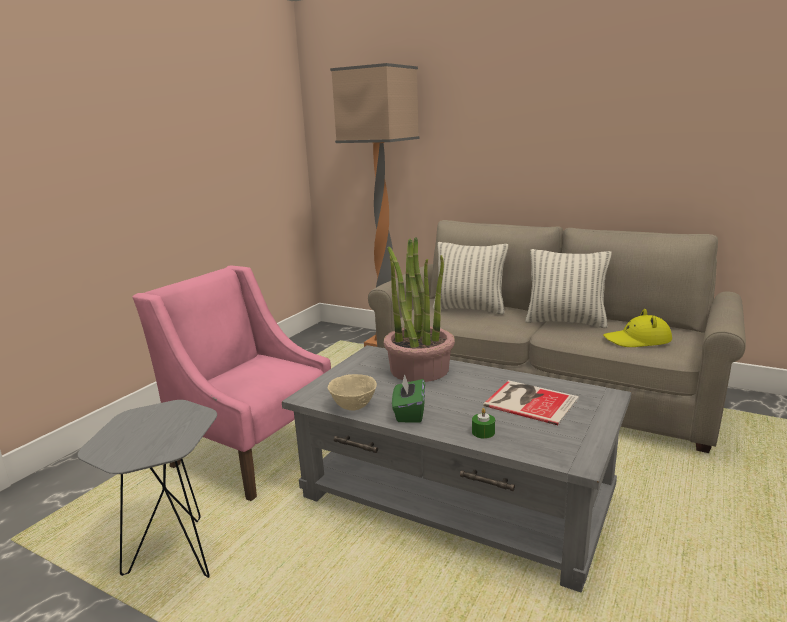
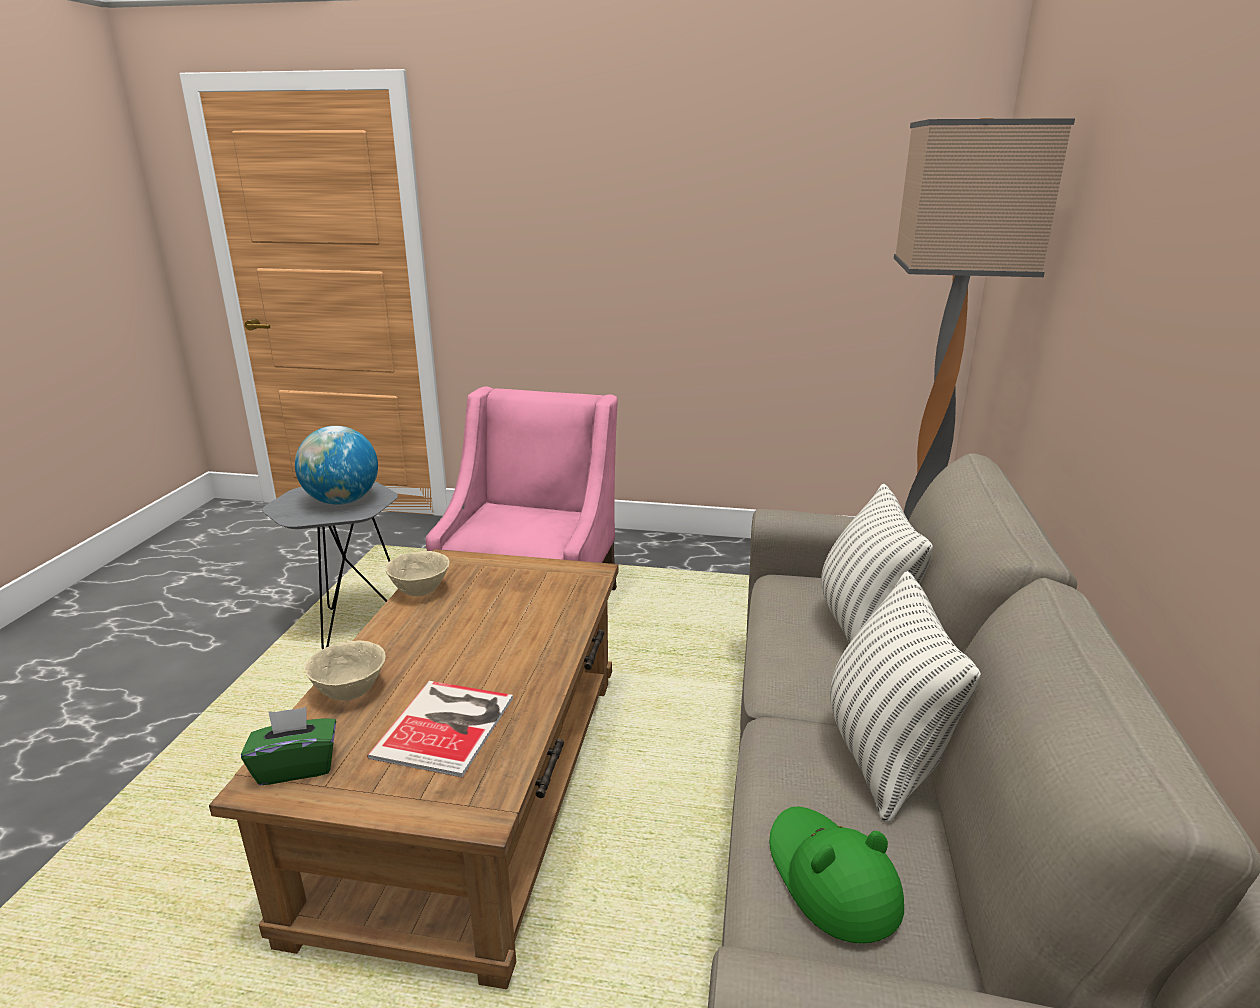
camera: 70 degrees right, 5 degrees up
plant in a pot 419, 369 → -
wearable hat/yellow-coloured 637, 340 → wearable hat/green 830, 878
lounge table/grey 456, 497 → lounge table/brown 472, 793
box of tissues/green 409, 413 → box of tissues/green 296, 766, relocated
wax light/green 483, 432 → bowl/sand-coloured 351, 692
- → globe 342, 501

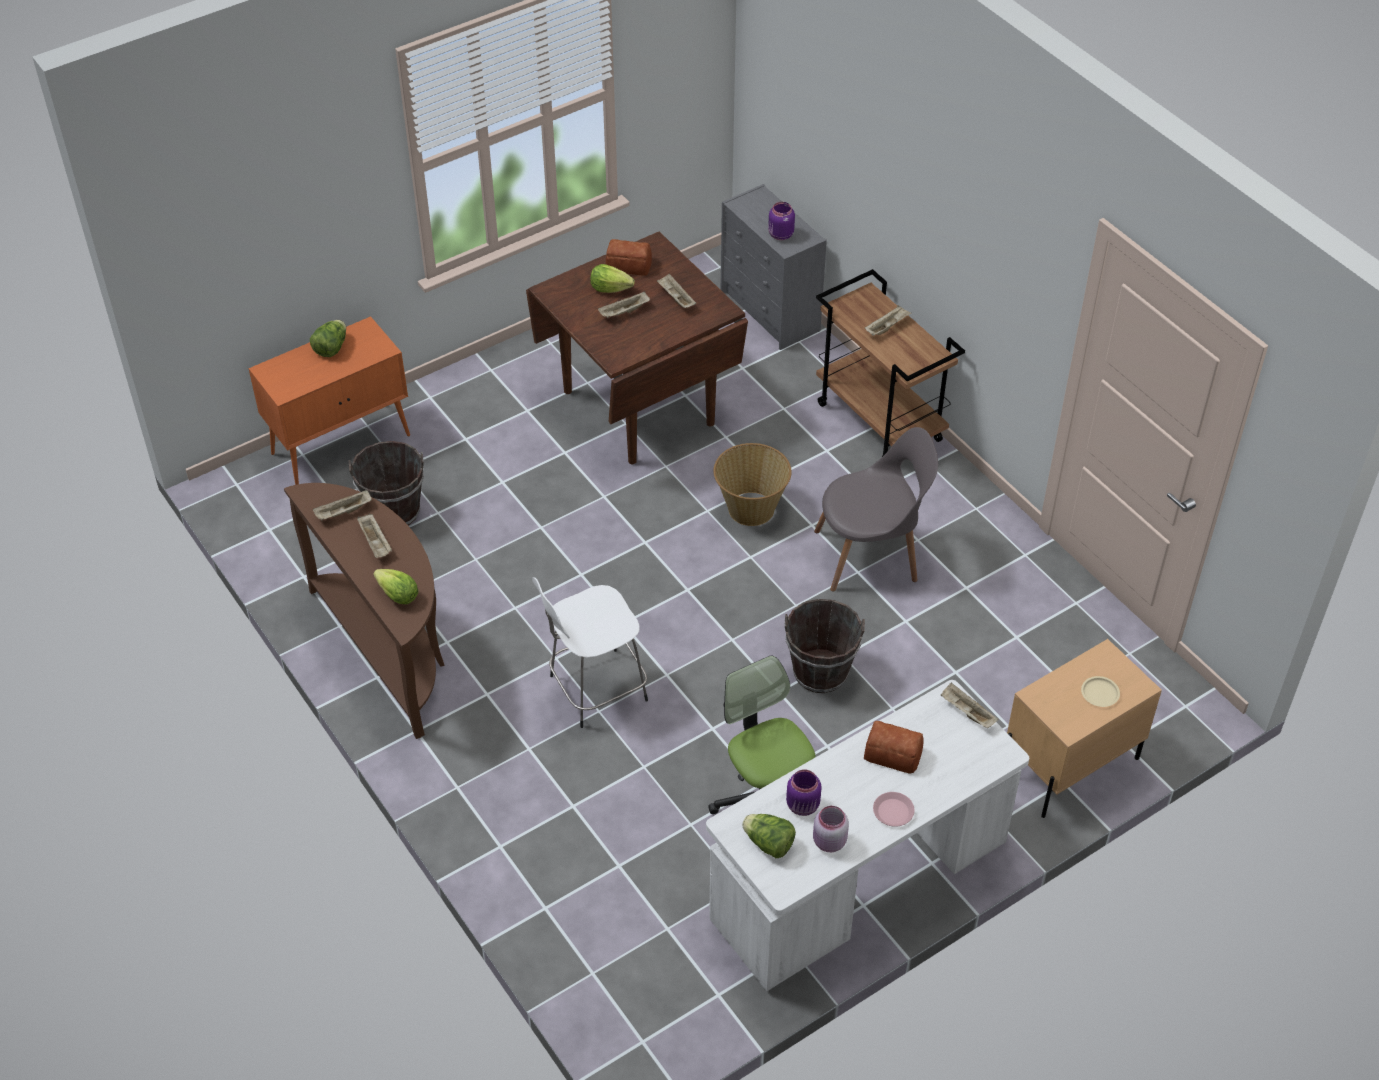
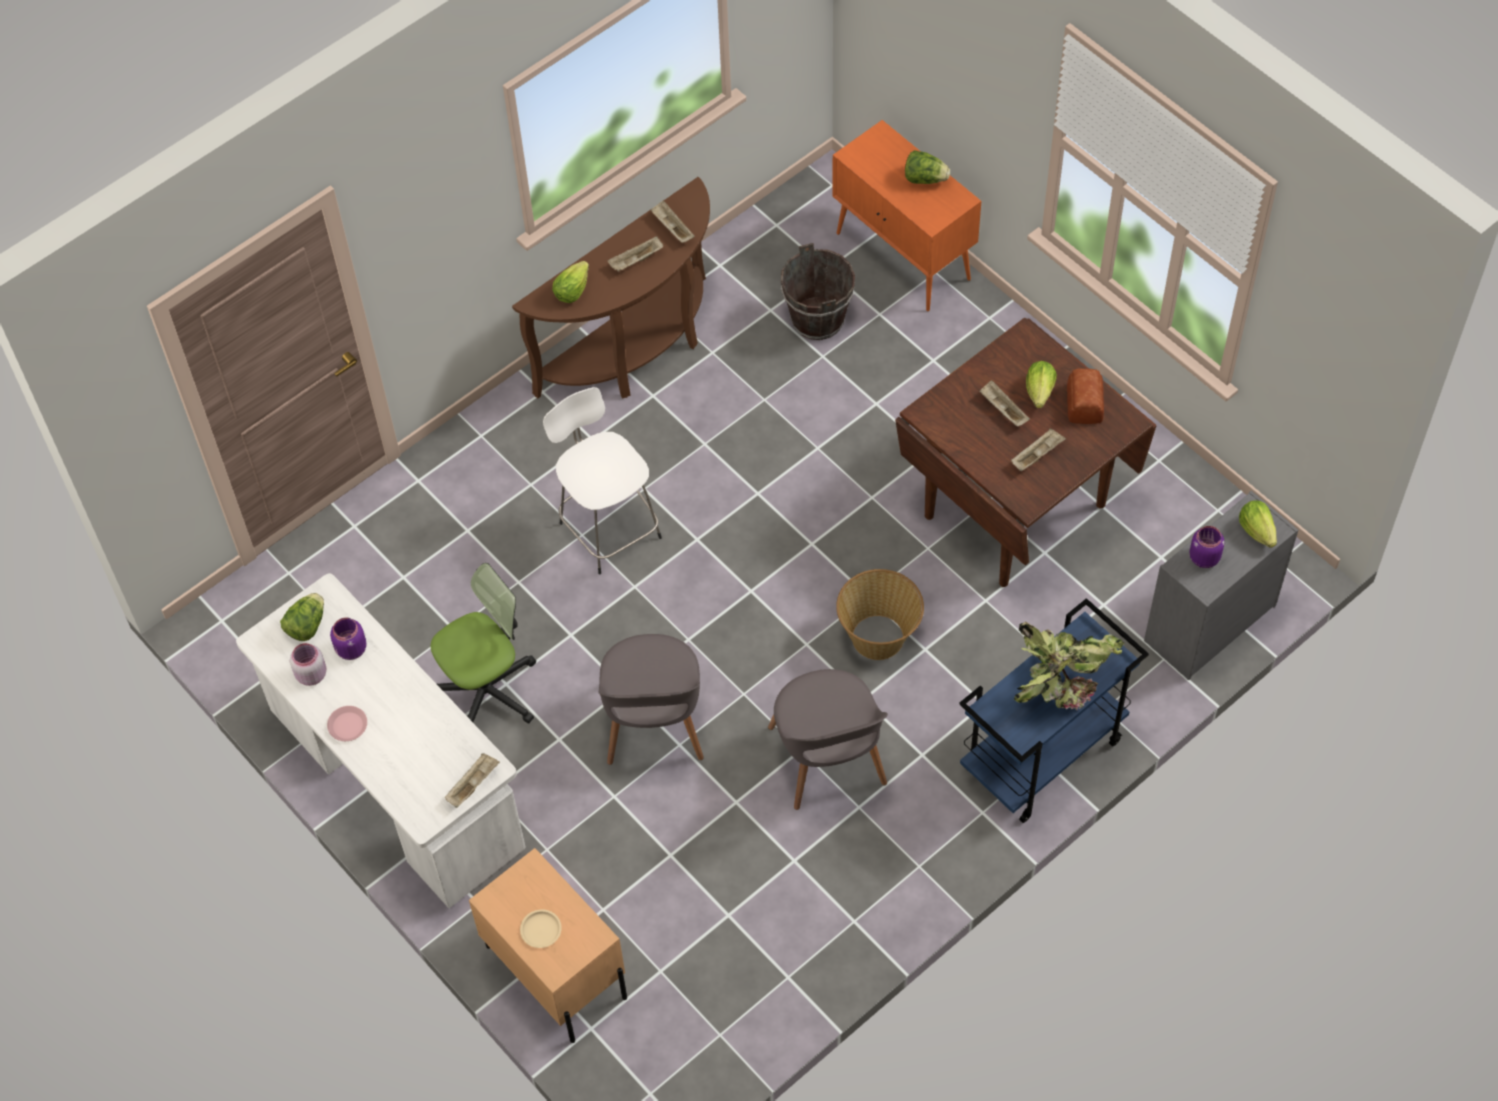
camera: 85 degrees right, 10 degrees up
cart/brown 880, 422 → cart/bluish 1041, 757
tray/sand-coloured 887, 327 → plant in a pot 1061, 683
bucket/brown 820, 672 → upright chair/grey 653, 725
baked bread 892, 752 → -
- → lettuce head 1257, 530

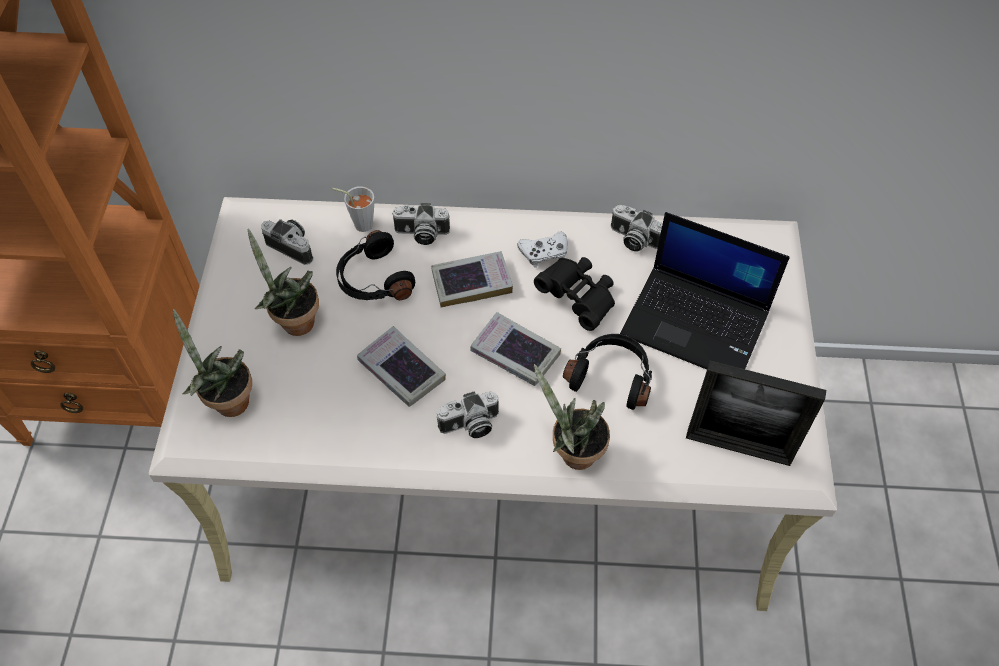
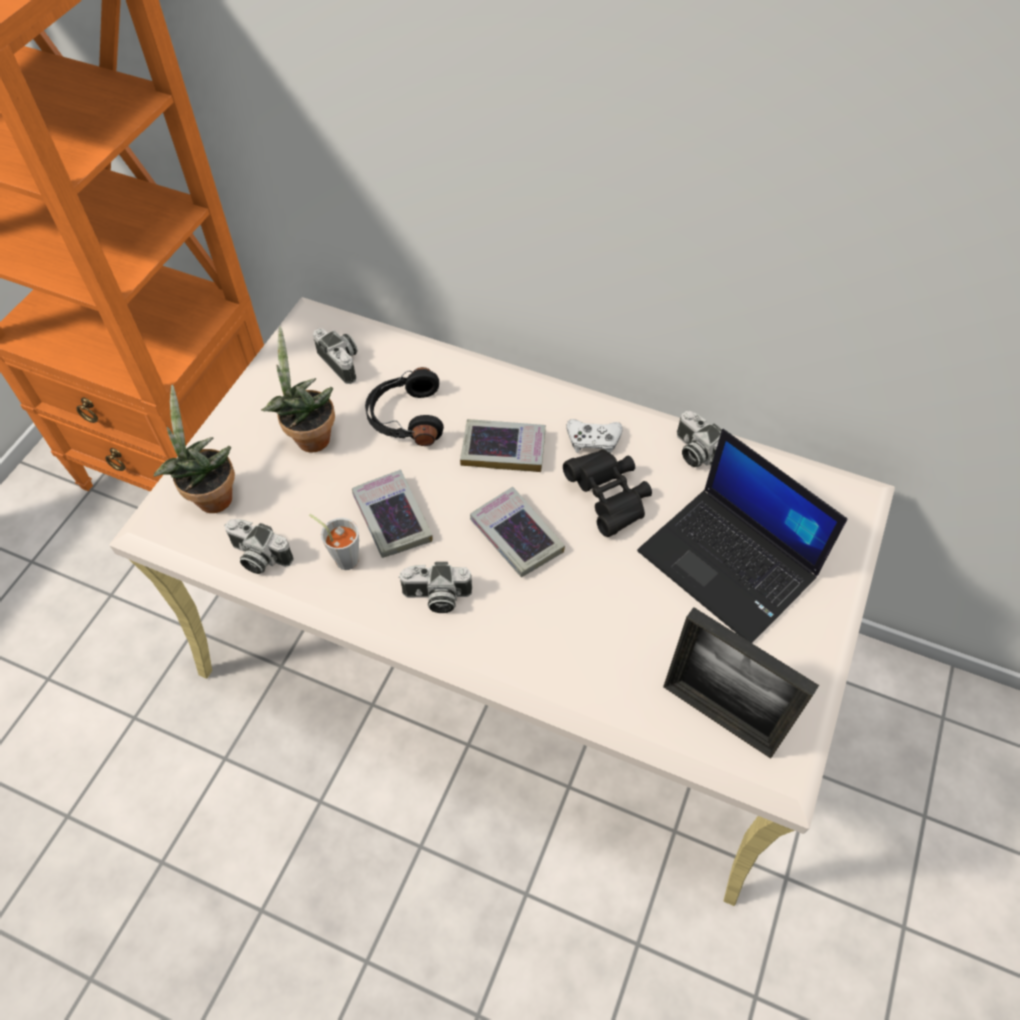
camera: 20 degrees right, 0 degrees up
small cup/grey 359, 223 → small cup/grey 343, 557, relocated
photo camera 421, 234 → photo camera 258, 557, relocated
pair of headphones/black 611, 376 → -
plant in a pot 572, 453 → -

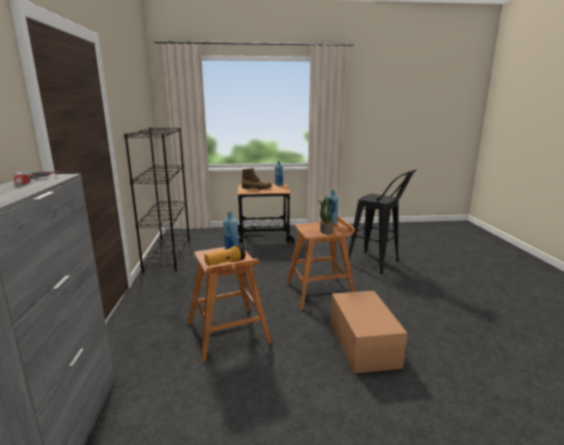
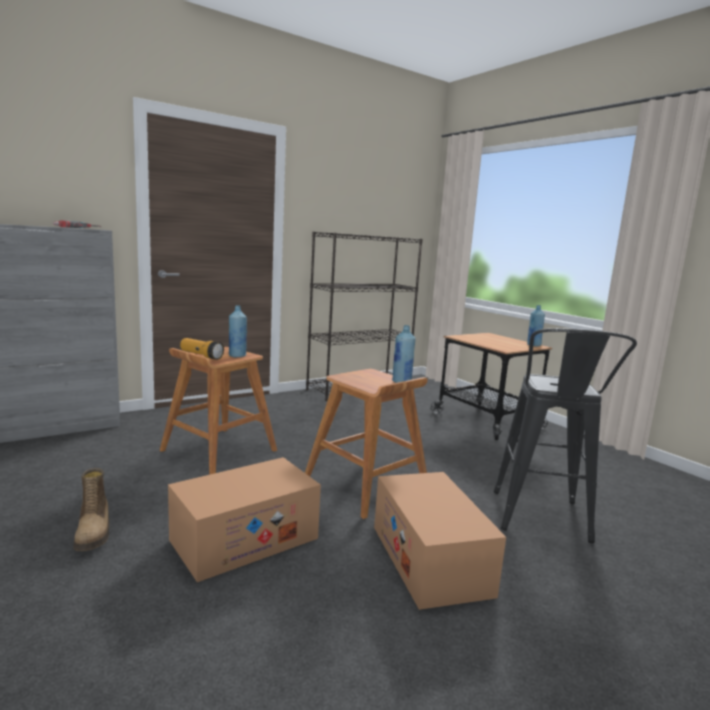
camera: 60 degrees right, 5 degrees down
high-top boot 257, 188 → high-top boot 94, 533, relocated
plant in a pot 326, 231 → -
- → packing box 430, 559

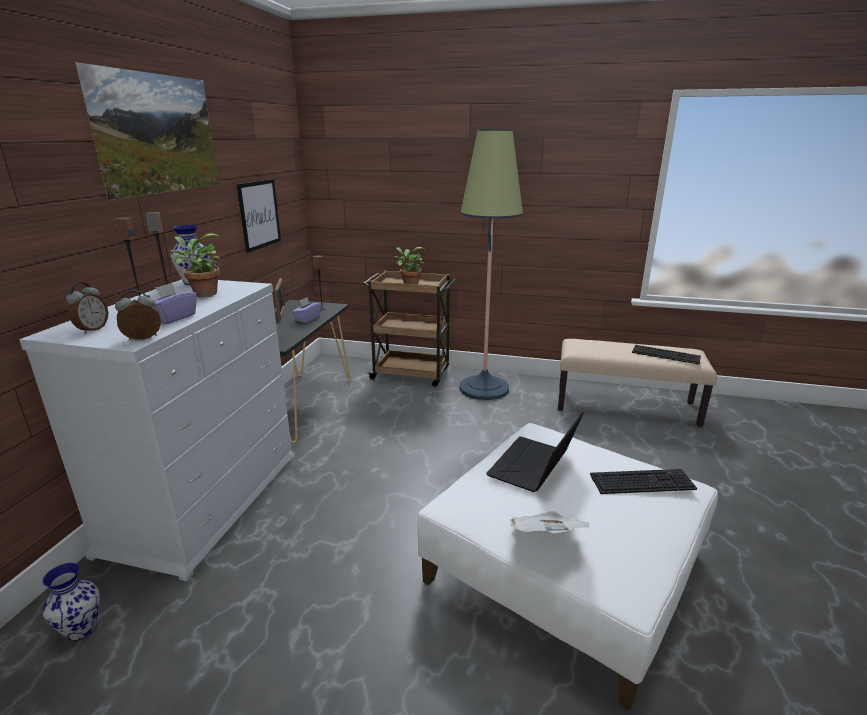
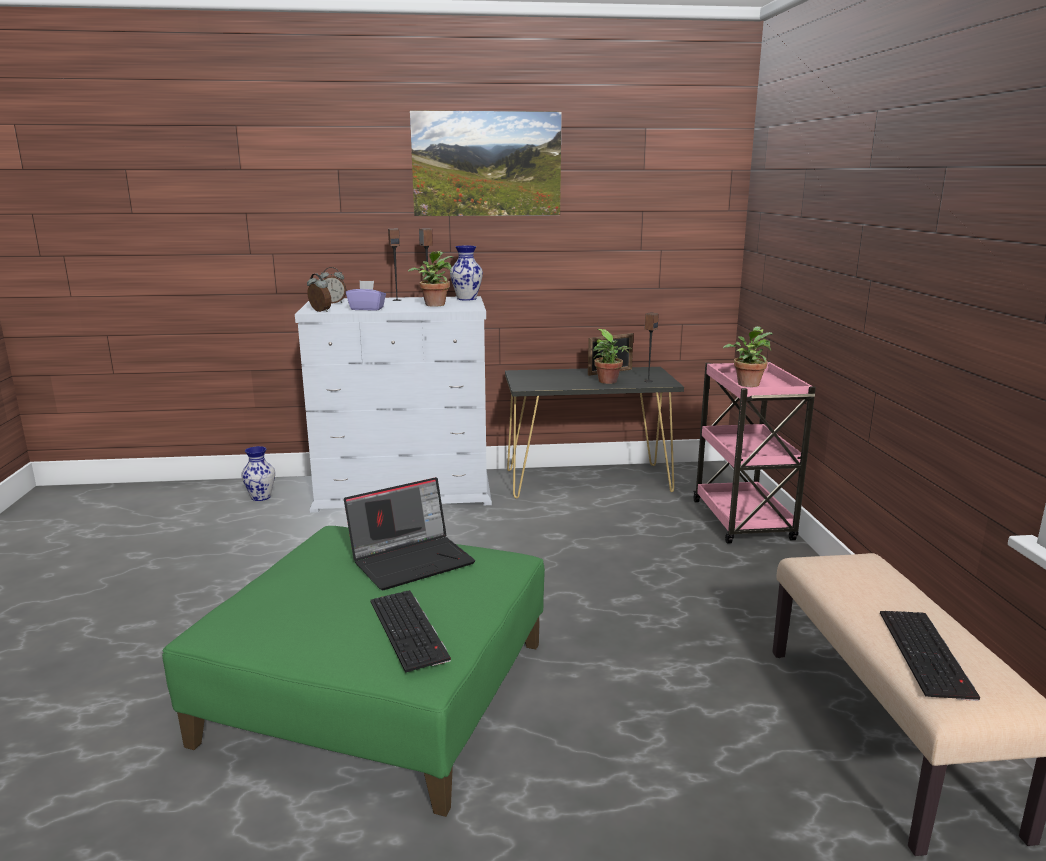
camera: 70 degrees right, 5 degrees down
standard lamp 484, 388 → -
picture 259, 214 → -
cart/brown 412, 374 → cart/pinkish 743, 521
box of tissues/purple-coloured 307, 319 → plant in a pot 609, 382
portable computer 533, 467 → portable computer 412, 560, 135 degrees clockwise
ottoman/white 565, 567 → ottoman/green 379, 691
daily paper 546, 539 → -

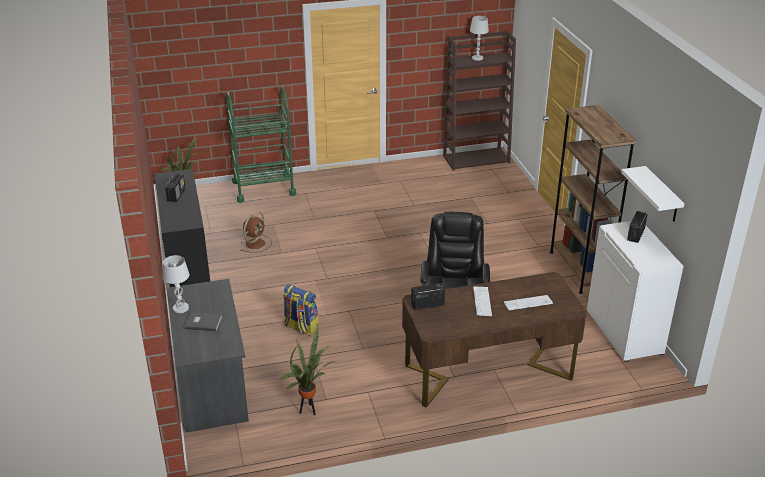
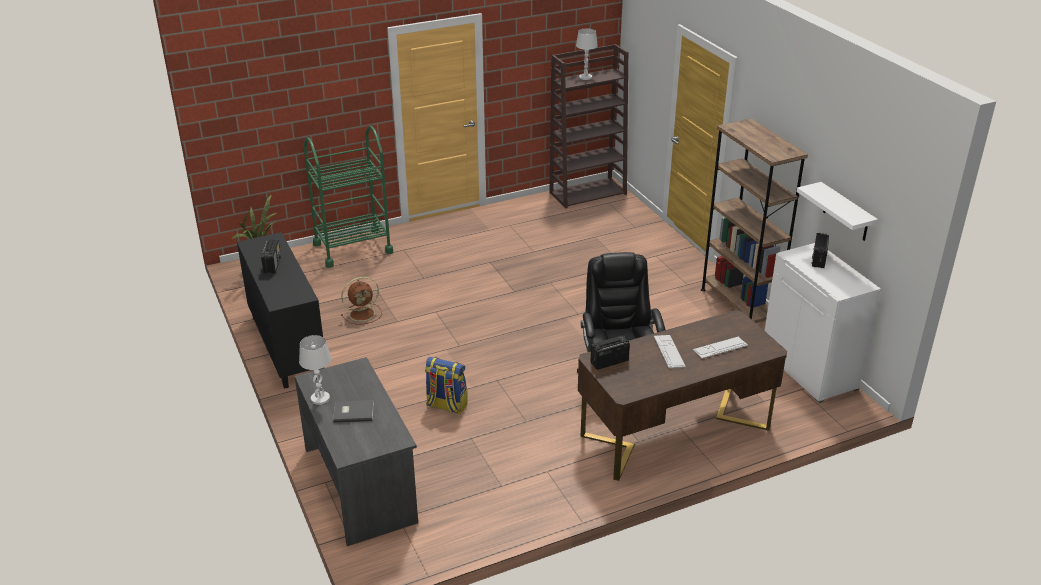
camera: 10 degrees left, 0 degrees up
cooling fan/brown 256, 243 → cooling fan/brown 363, 313, 45 degrees clockwise
plant in a pot 309, 410 → -

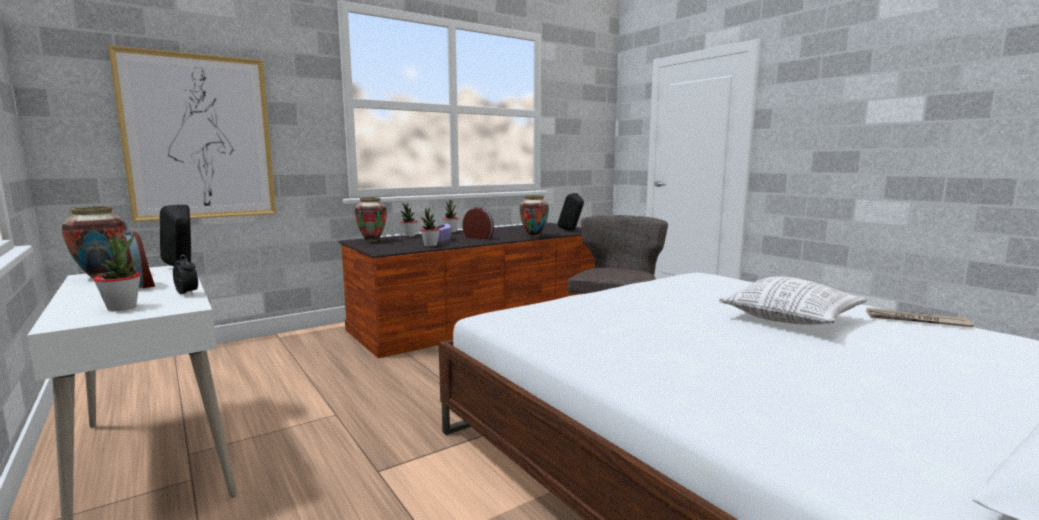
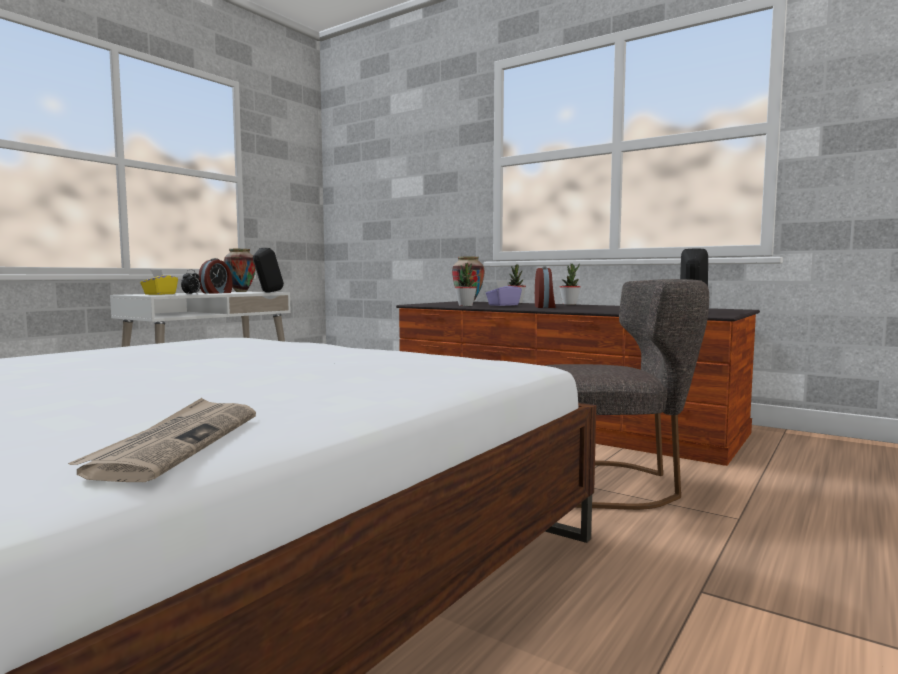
camera: 70 degrees right, 5 degrees down
picture 199, 137 → -
decorative vase 534, 236 → -
plant in a pot 122, 307 → box of tissues/yellow-coloured 159, 294
cushion 790, 319 → -

